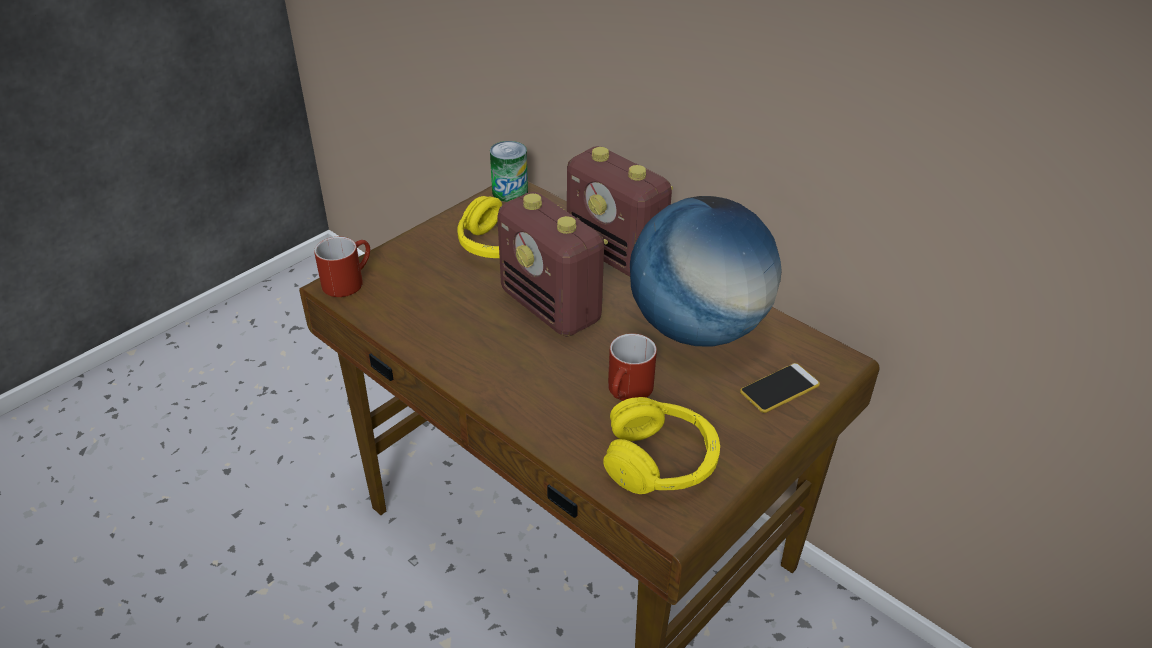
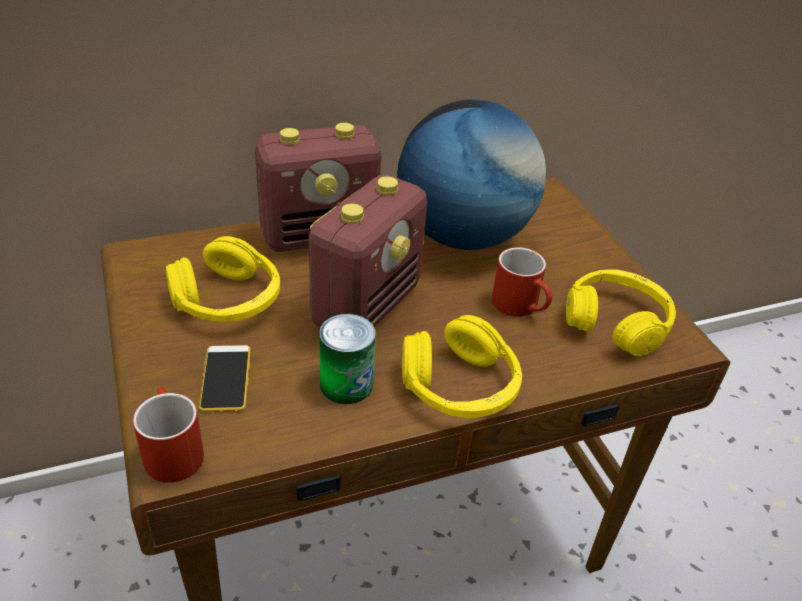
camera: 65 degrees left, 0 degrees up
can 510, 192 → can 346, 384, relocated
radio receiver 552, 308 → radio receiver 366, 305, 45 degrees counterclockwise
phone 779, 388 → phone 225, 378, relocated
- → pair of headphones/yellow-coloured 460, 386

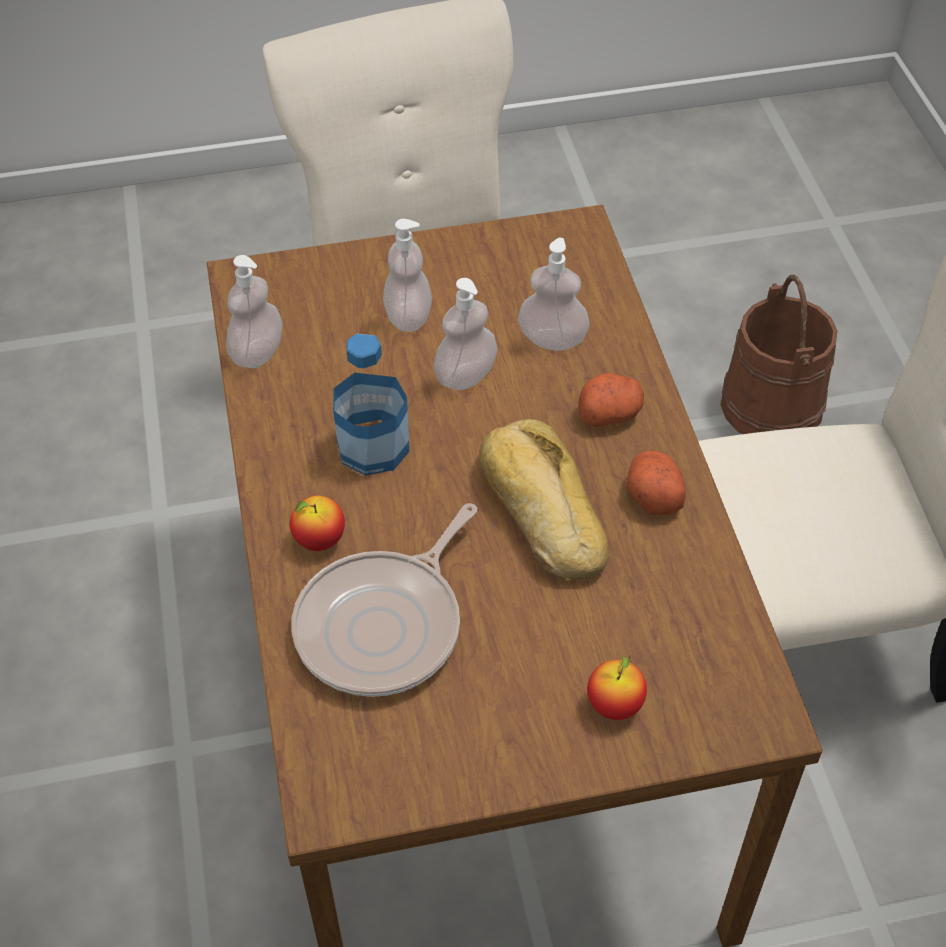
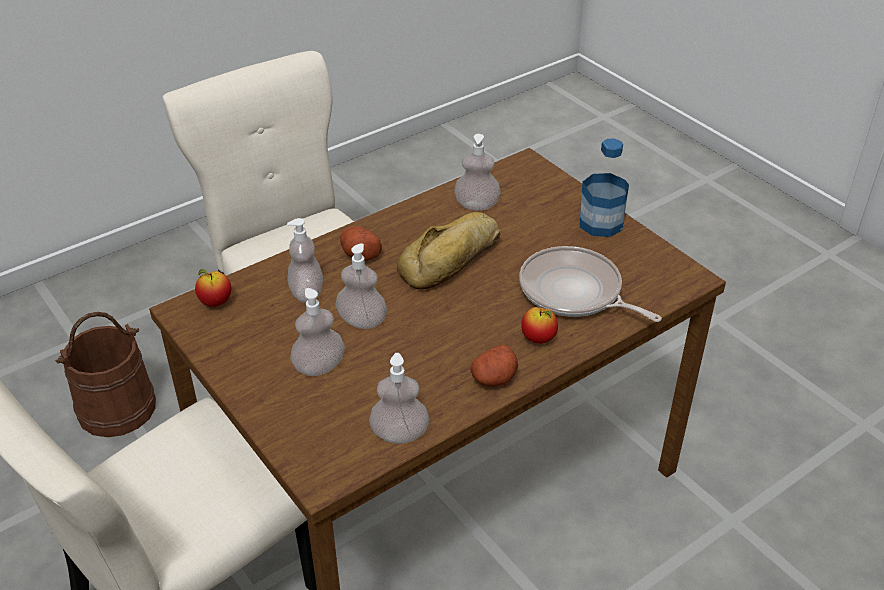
camera: 115 degrees left, 10 degrees down
drink bottle 373, 447 → drink bottle 600, 223, relocated
spud 653, 495 → spud 494, 378, relocated
pan 385, 625 → pan 574, 292, 150 degrees counterclockwise
apple fruit 615, 705 → apple fruit 215, 302, relocated
- → soap bottle 476, 205

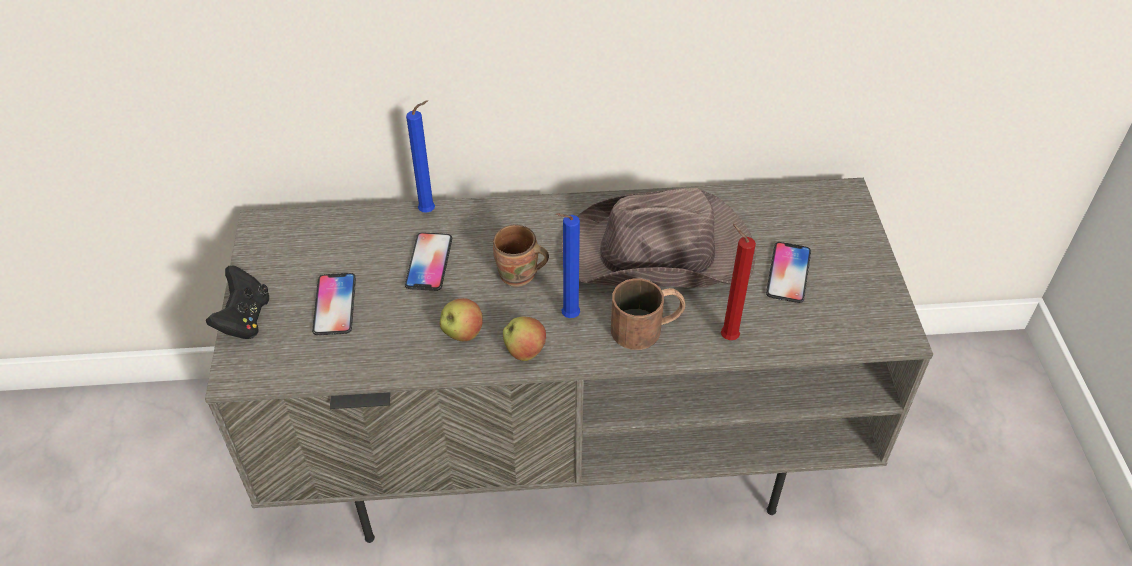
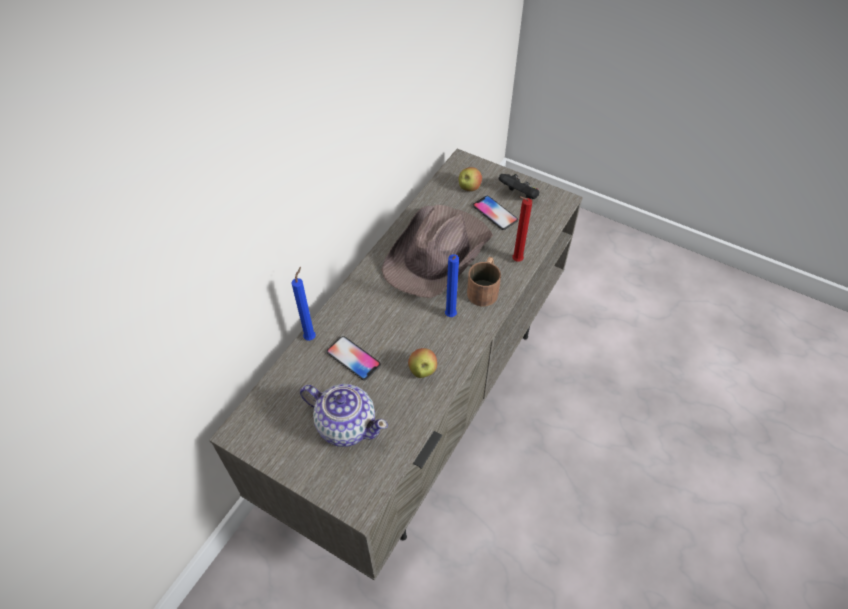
camera: 55 degrees left, 5 degrees up
coffee mug/brown 519, 277 → -
gamepad/black 245, 319 → gamepad/black 519, 195, relocated
phone 335, 305 → teapot 346, 424
apple fruit 525, 351 → apple fruit 469, 188, relocated

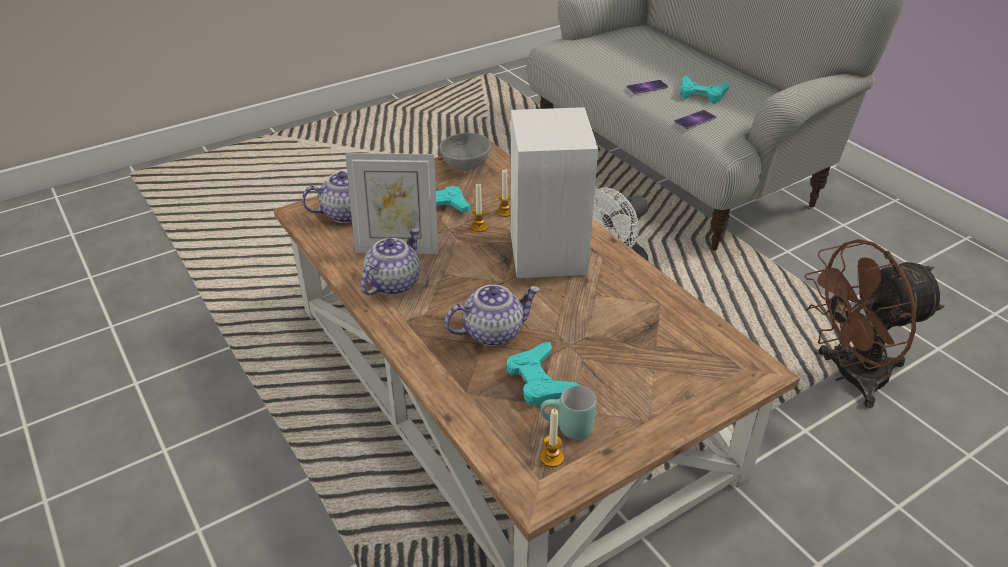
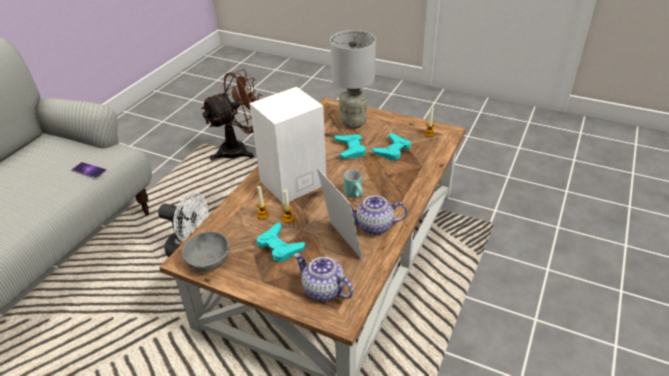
camera: 120 degrees left, 0 degrees up
gamepad/turquoise 701, 94 → gamepad/turquoise 350, 149, relocated
phone 647, 87 → -
cooling fan/brown 849, 377 → cooling fan/brown 240, 149, 75 degrees counterclockwise
teapot 493, 332 → -
coffee mug/turquoise 567, 429 → coffee mug/turquoise 356, 195, relocated
- → tabletop lamp/grey 352, 123

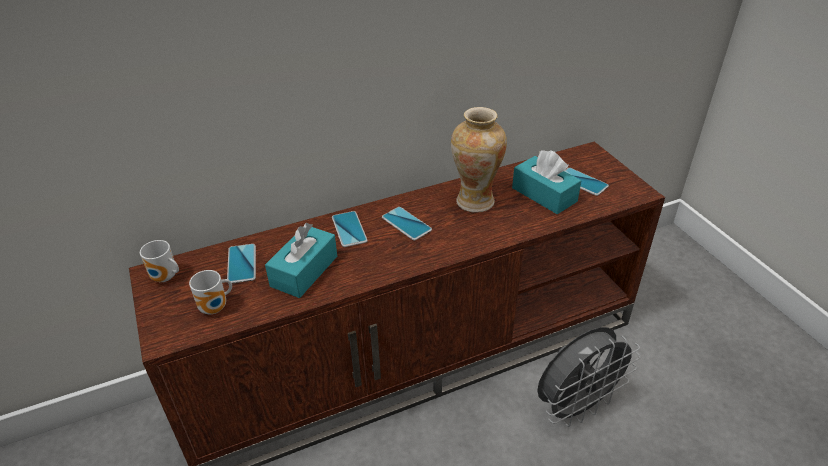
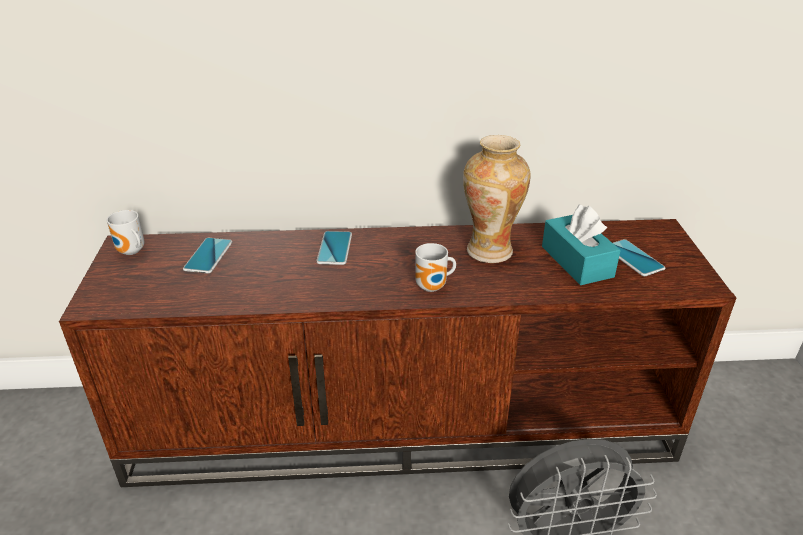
camera: 20 degrees right, 5 degrees down
phone 406, 224 → -
box of tissues/turquoise 304, 271 → -
coffee mug 216, 308 → coffee mug 433, 287, relocated

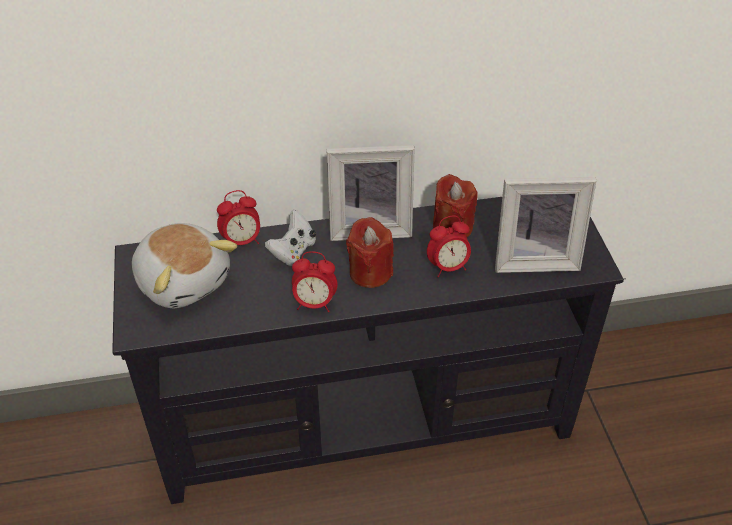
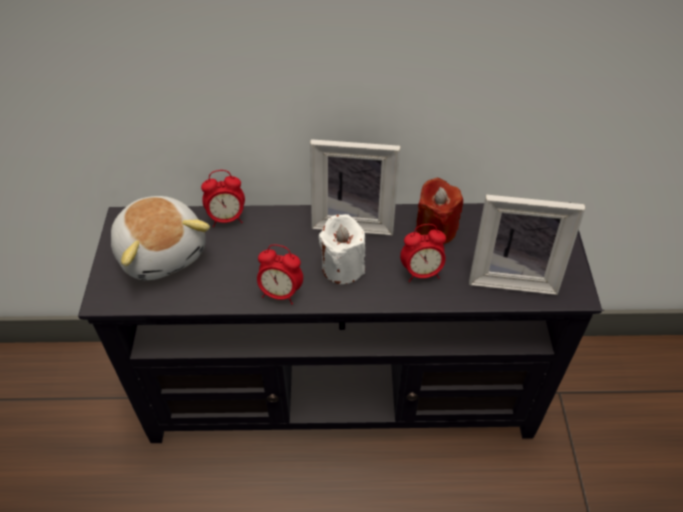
camera: 10 degrees right, 5 degrees up
gamepad/white 293, 251 → -
wax light/red-coloured 370, 272 → wax light/white 342, 267

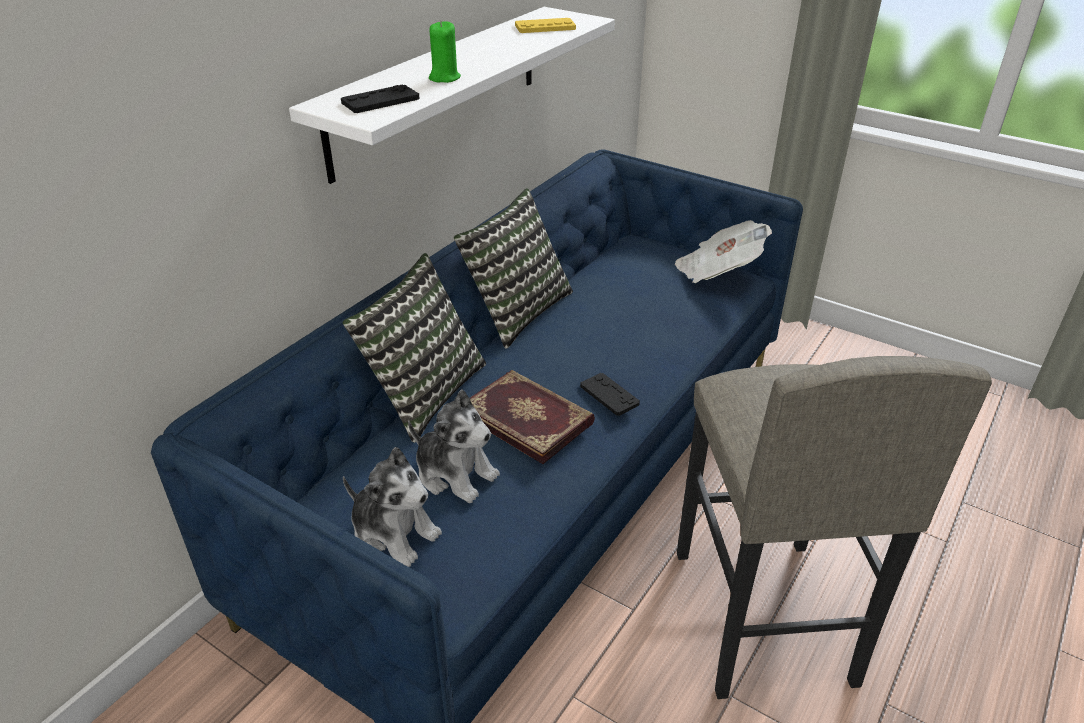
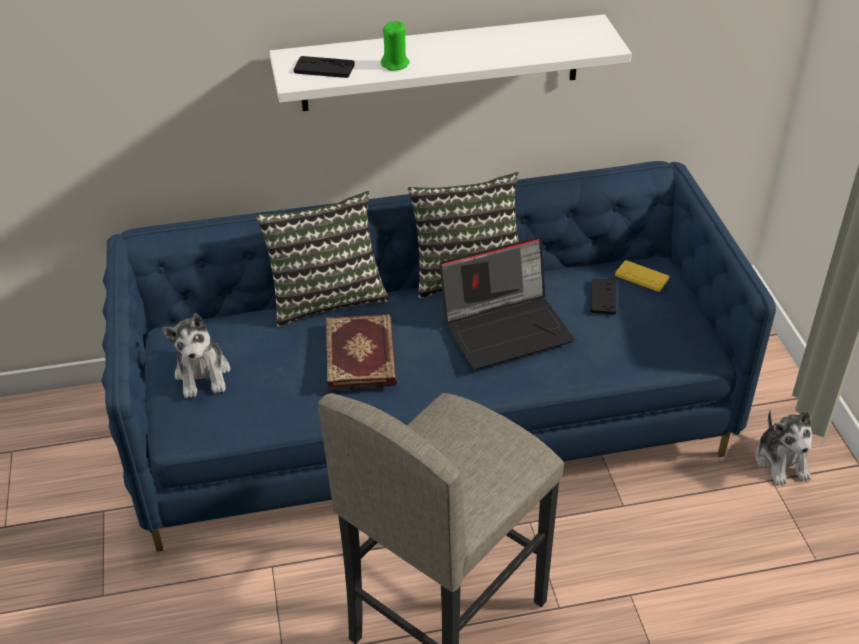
camera: 45 degrees right, 5 degrees up
gamepad/yellow-coloured 545, 27 → gamepad/yellow-coloured 641, 277, relocated
daily paper 718, 271 → -
gamepad/black 609, 395 → gamepad/black 603, 297, relocated
plush toy 455, 474 → plush toy 781, 461, relocated
- → portable computer 507, 328

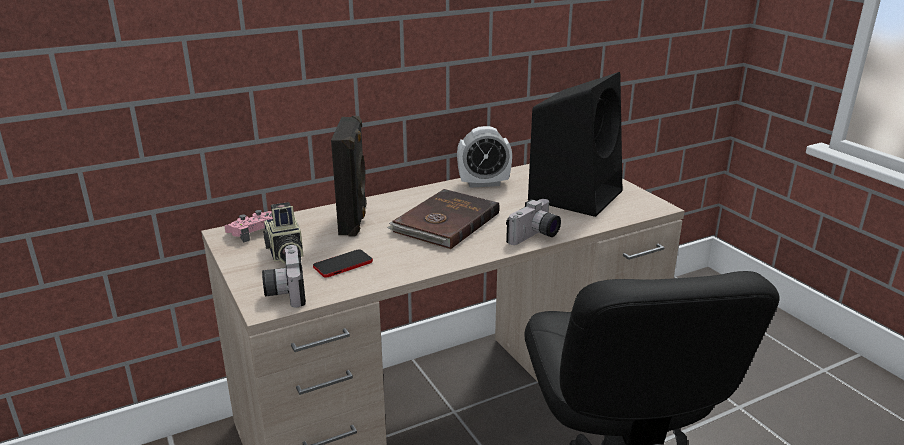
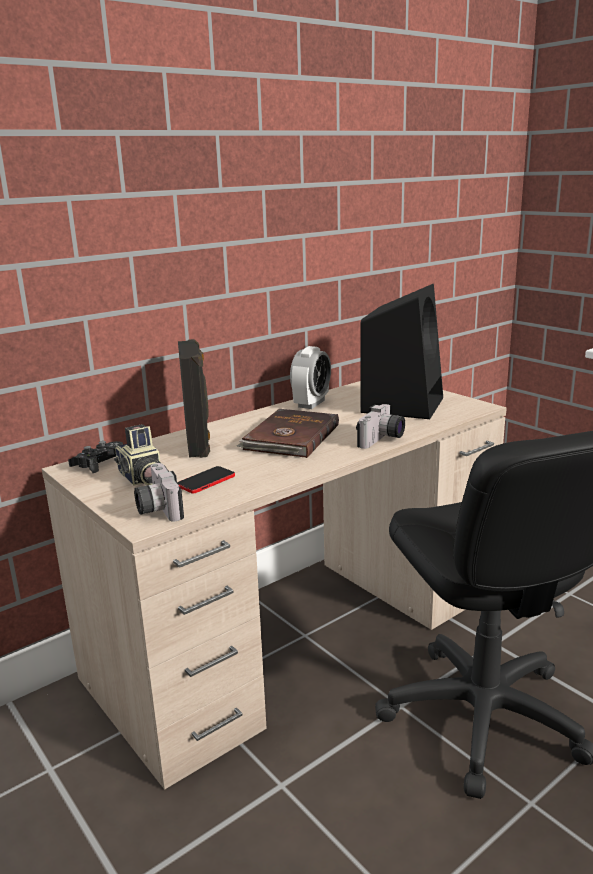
camera: 10 degrees left, 5 degrees down
table clock 483, 183 → table clock 311, 403, 45 degrees counterclockwise
gamepad/pinkish 254, 231 → gamepad/black 99, 463

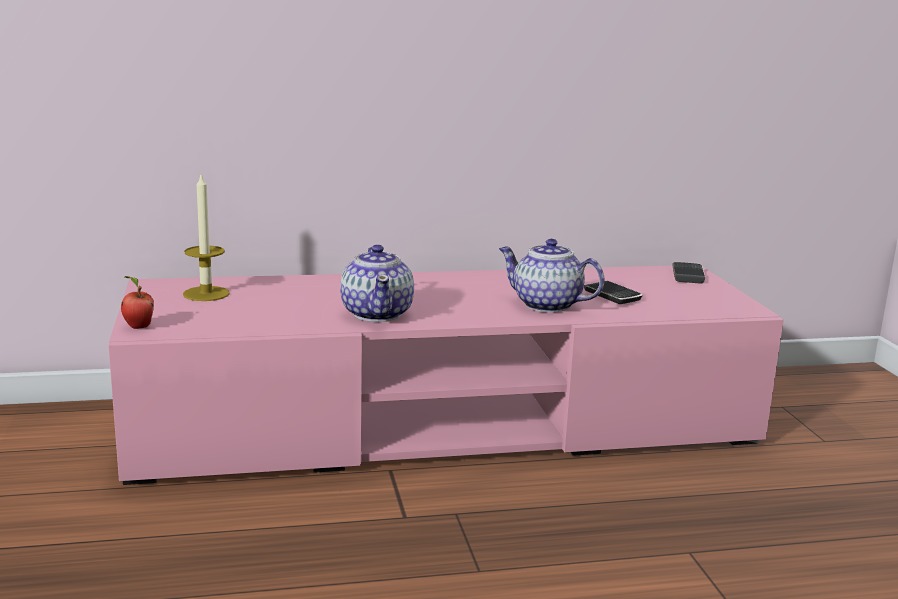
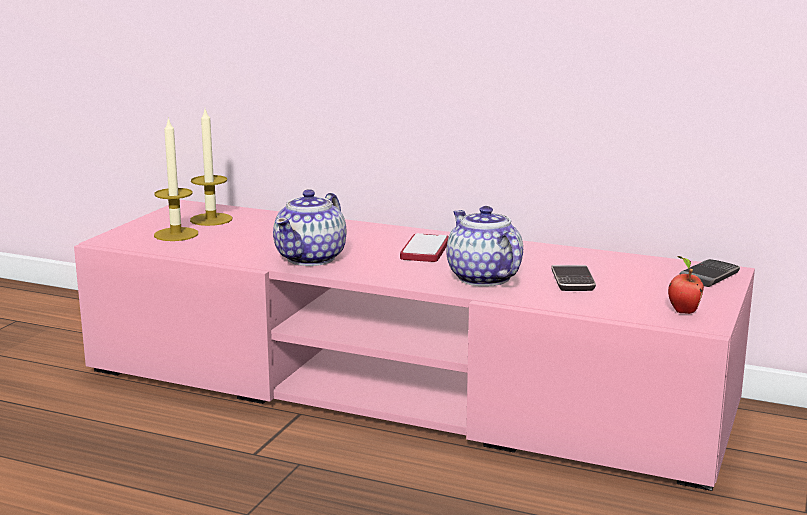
camera: 35 degrees right, 0 degrees up
apple fruit 138, 326 → apple fruit 683, 311, relocated
- → wax light 176, 234
- → phone 425, 250

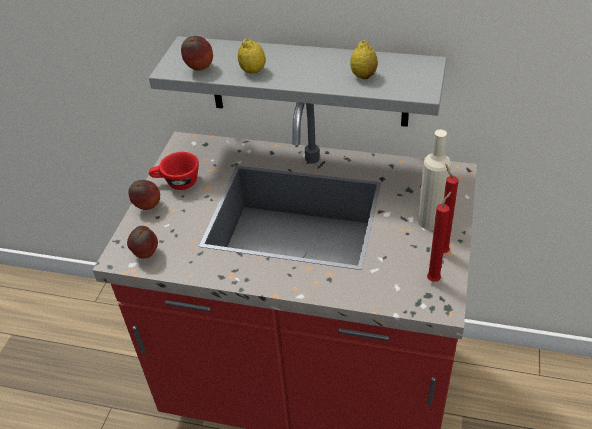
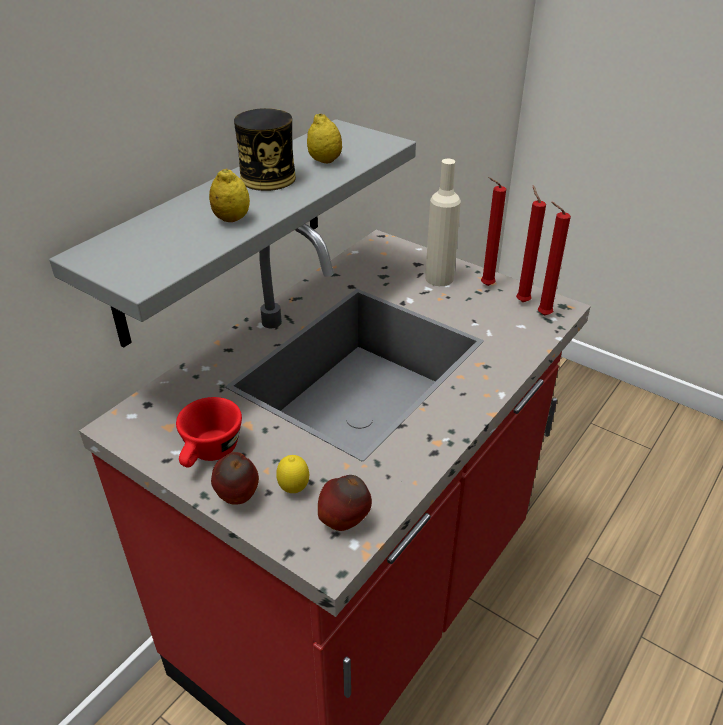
camera: 70 degrees left, 5 degrees down
apple fruit 199, 69 → -
- → can 268, 178
- → wax light/red-coloured 541, 315
- → whole lemon 294, 490

